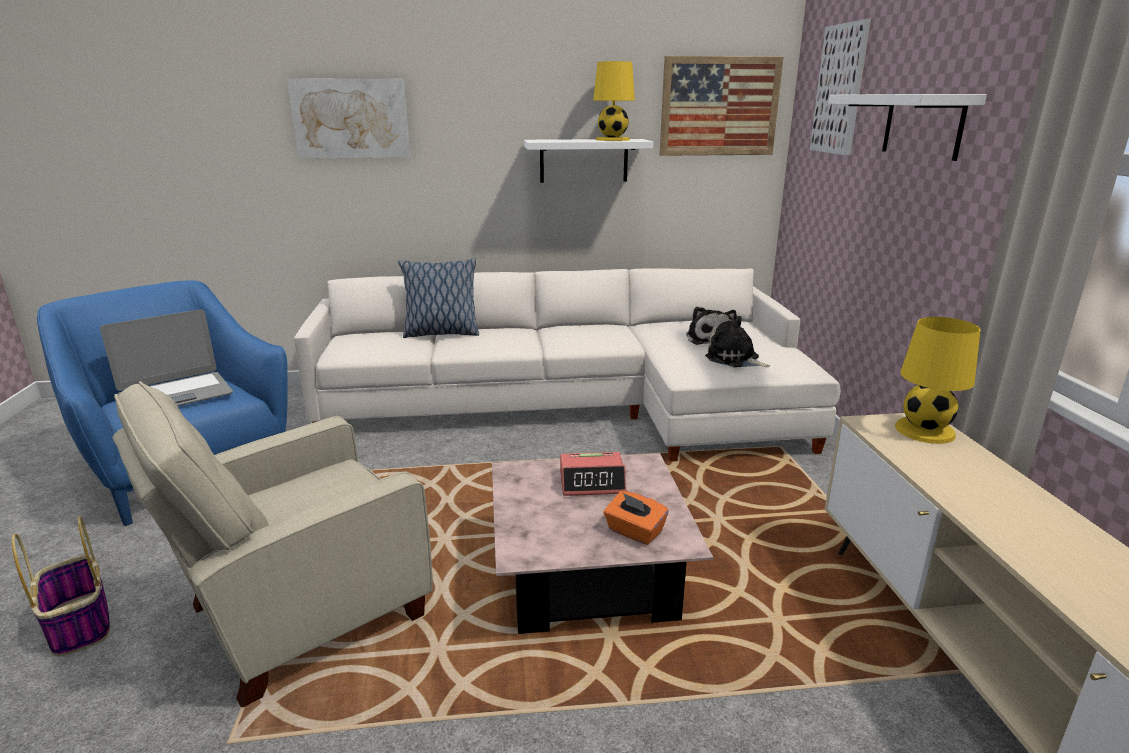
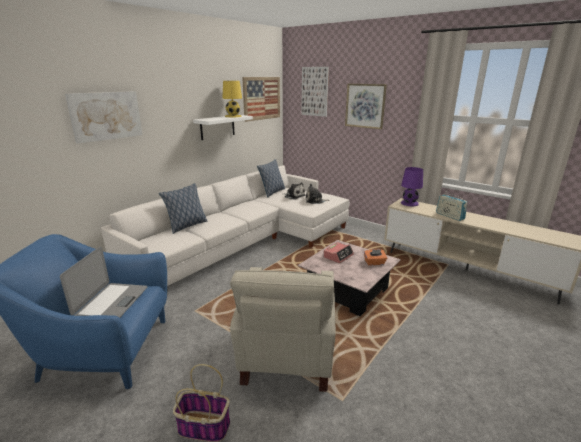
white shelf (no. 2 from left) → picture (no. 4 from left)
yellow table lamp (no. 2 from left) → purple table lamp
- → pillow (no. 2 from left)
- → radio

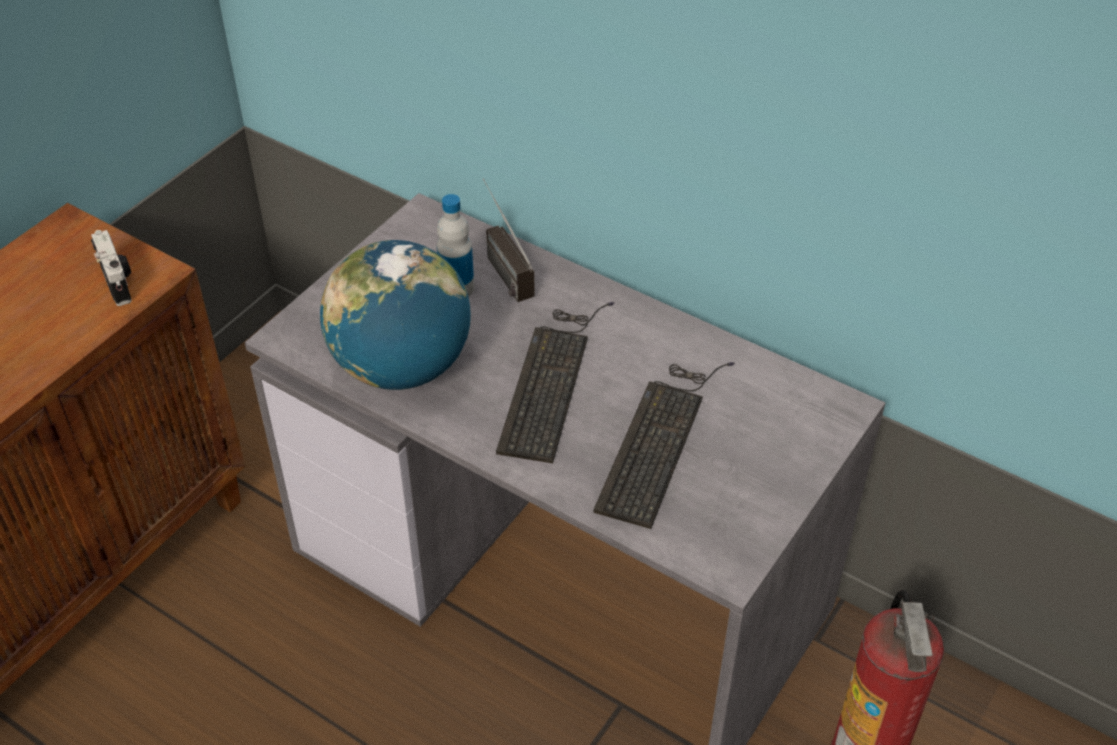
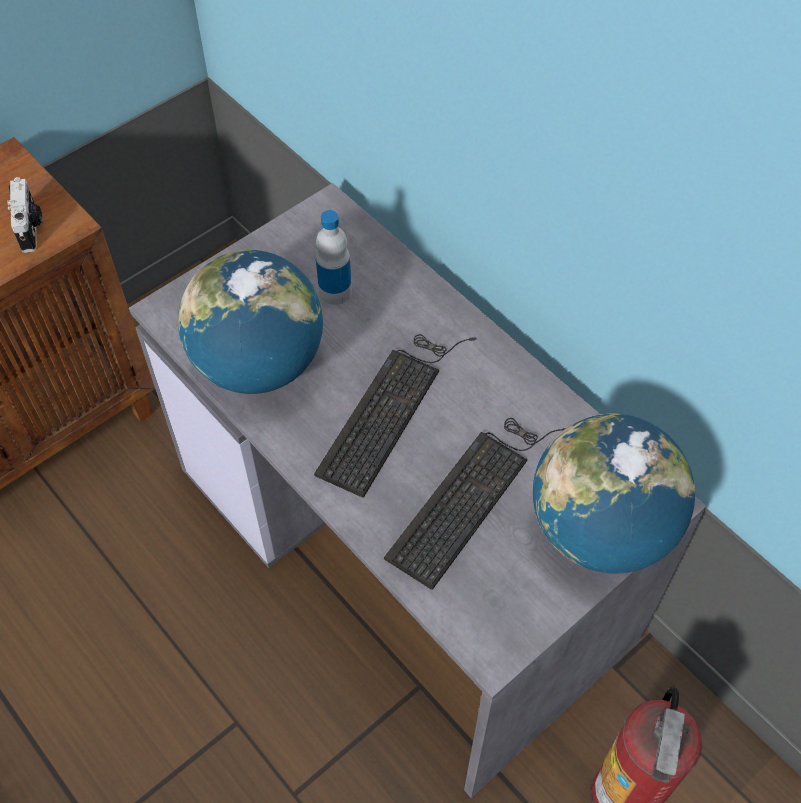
radio → -
- → globe (no. 2 from left)

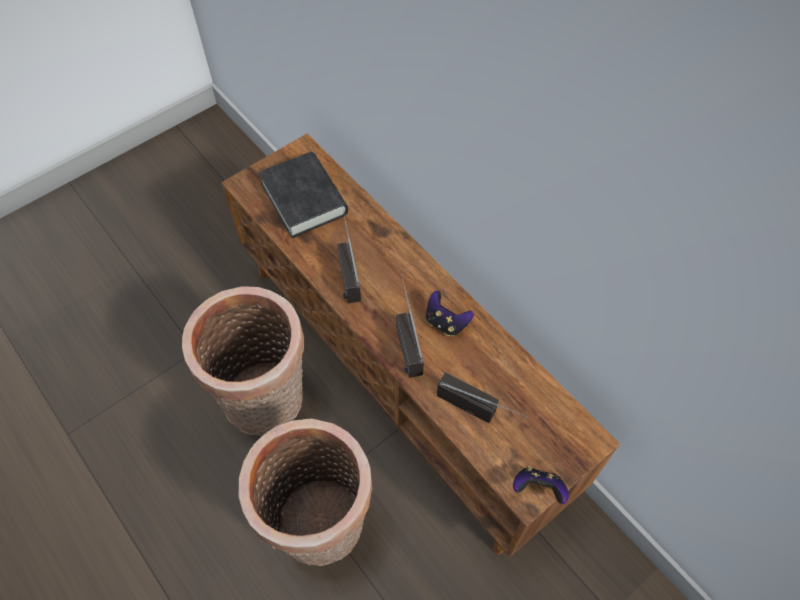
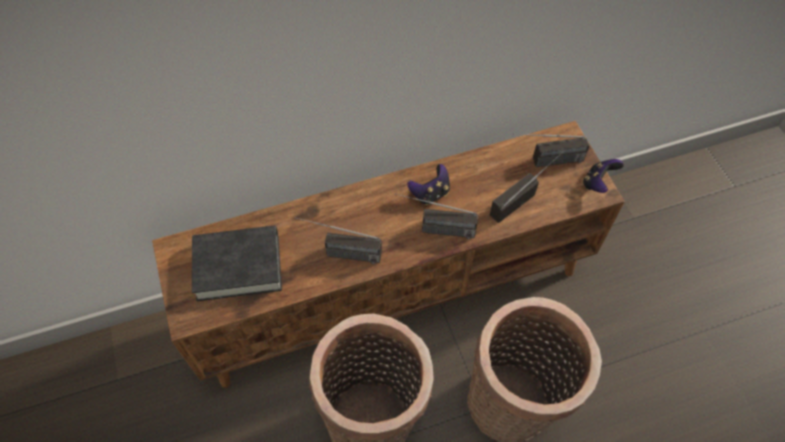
- → radio (no. 4 from left)

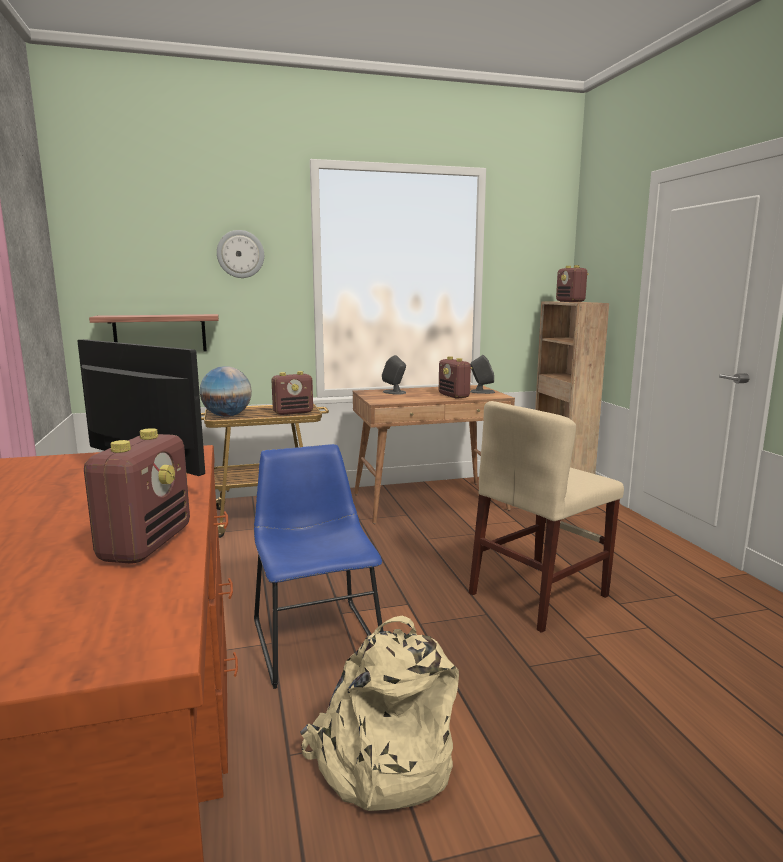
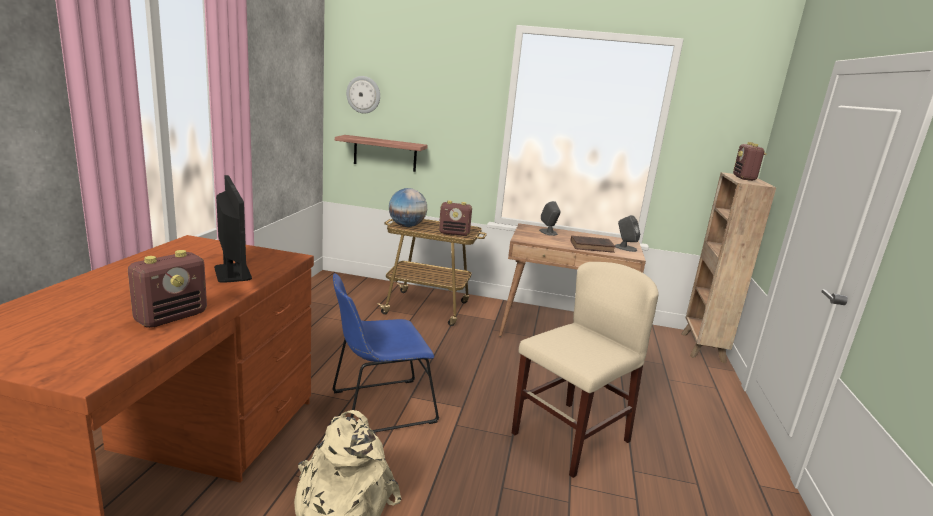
wall clock, shifted
blue chair, 120 degrees counterclockwise
radio (no. 3 from left) → brown book
beige chair, 150 degrees clockwise

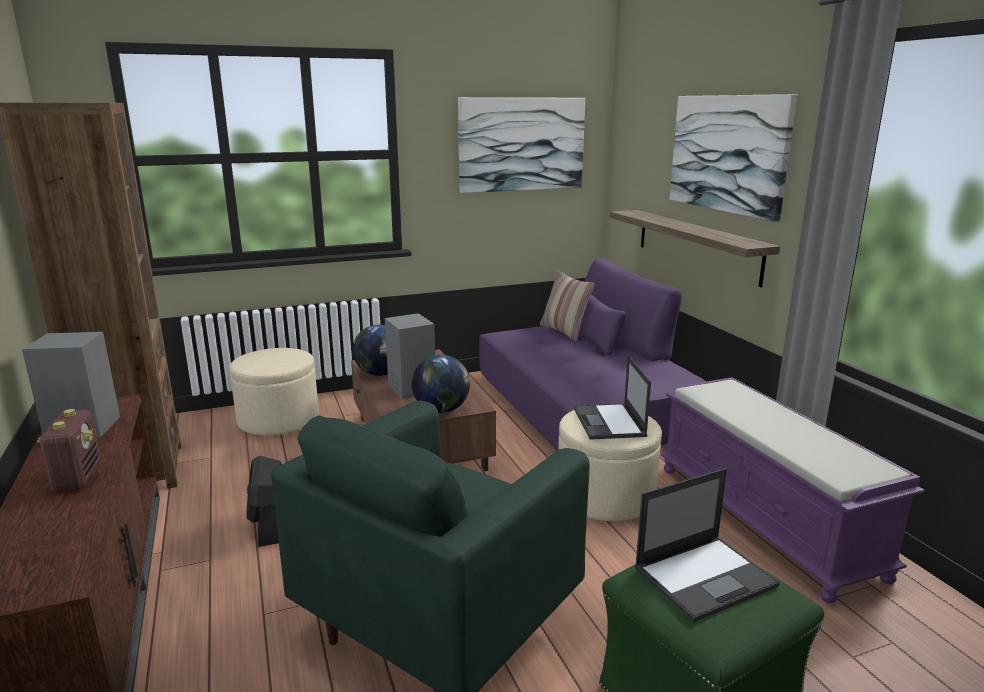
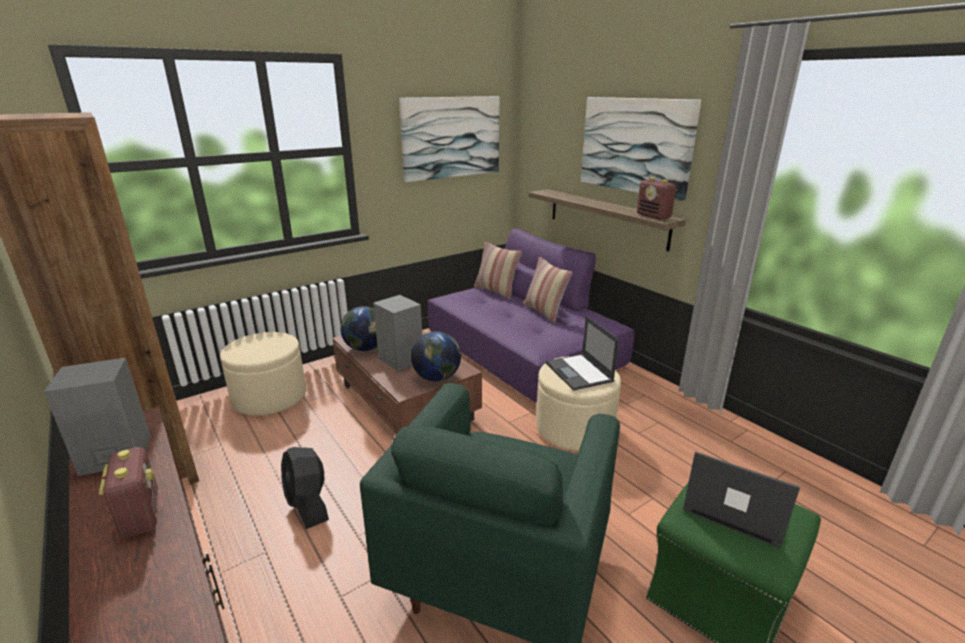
laptop (no. 2 from left), 105 degrees counterclockwise
purple bench → -
- → pillow (no. 2 from left)
- → radio (no. 2 from left)

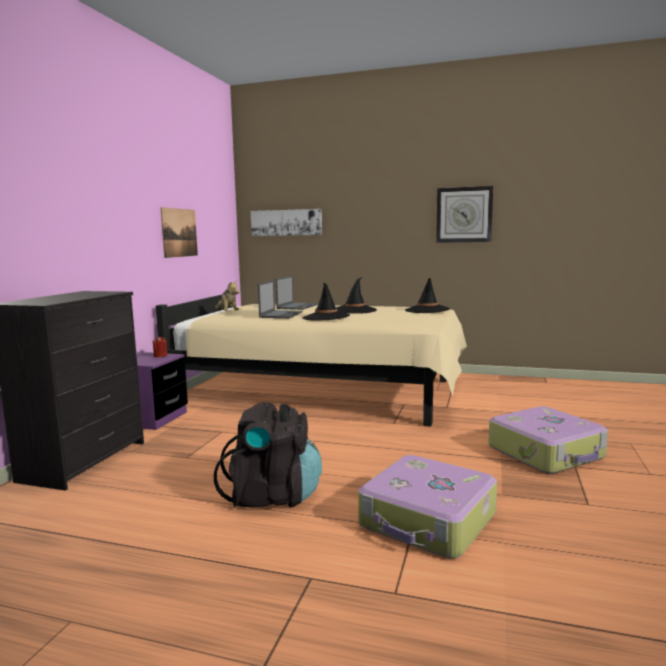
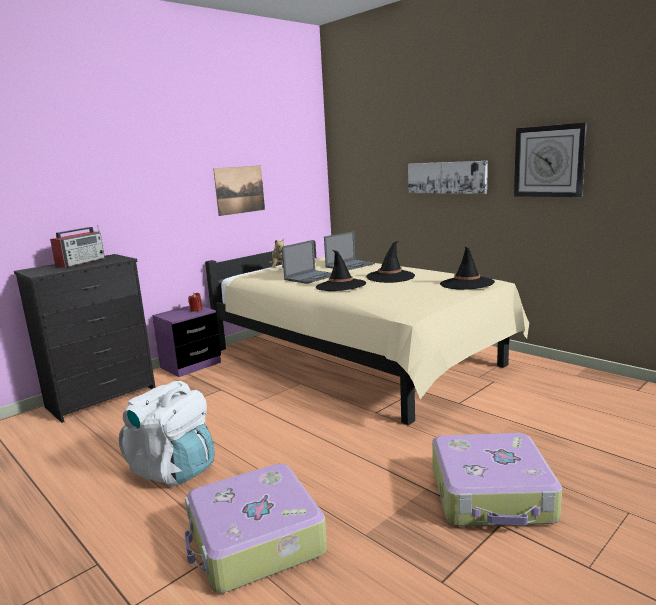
black backpack → white backpack
picture (no. 2 from left), shifted
- → radio

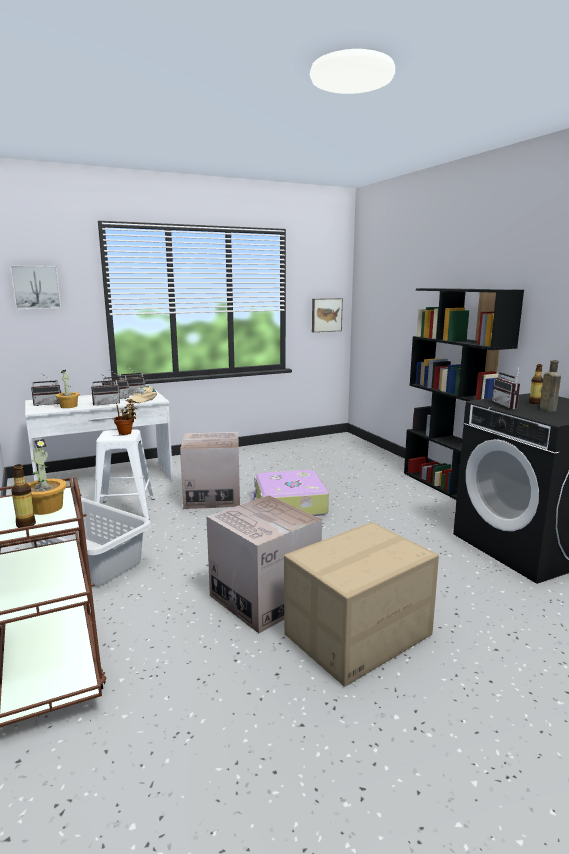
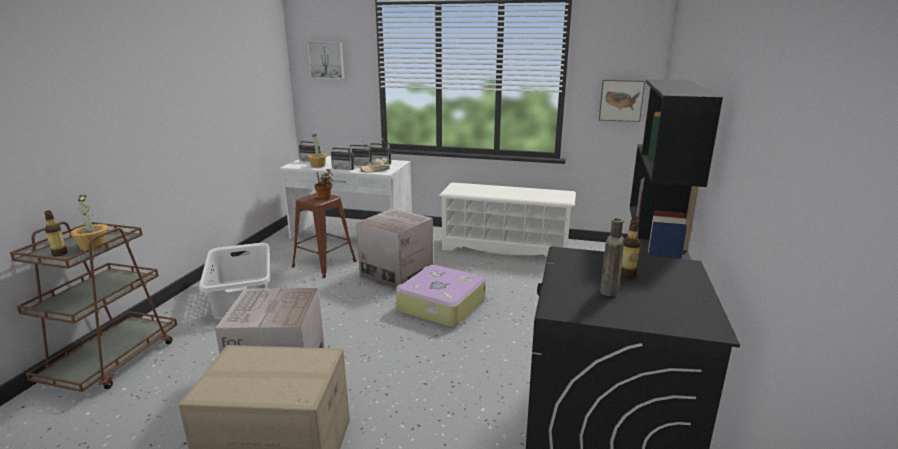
white stool → brown stool
radio (no. 5 from left) → -
- → white shoe rack

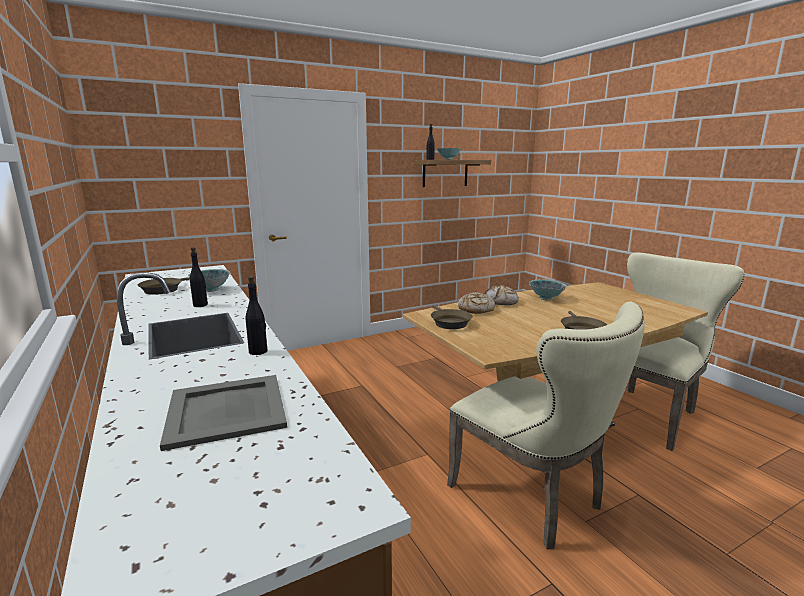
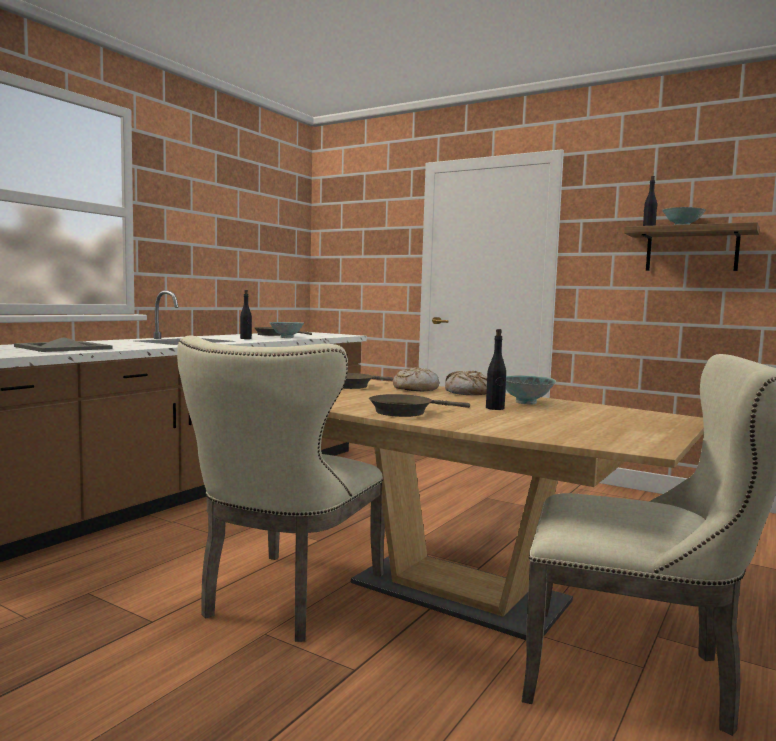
black bottle (no. 2 from left), shifted

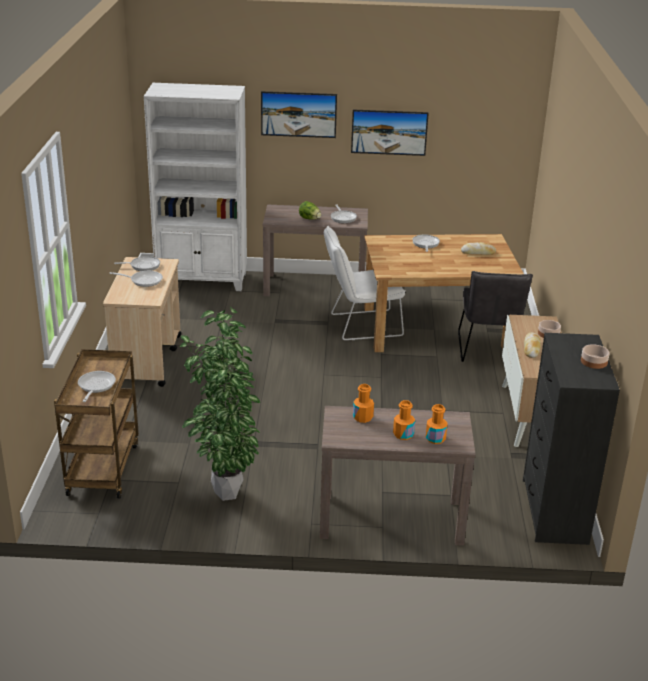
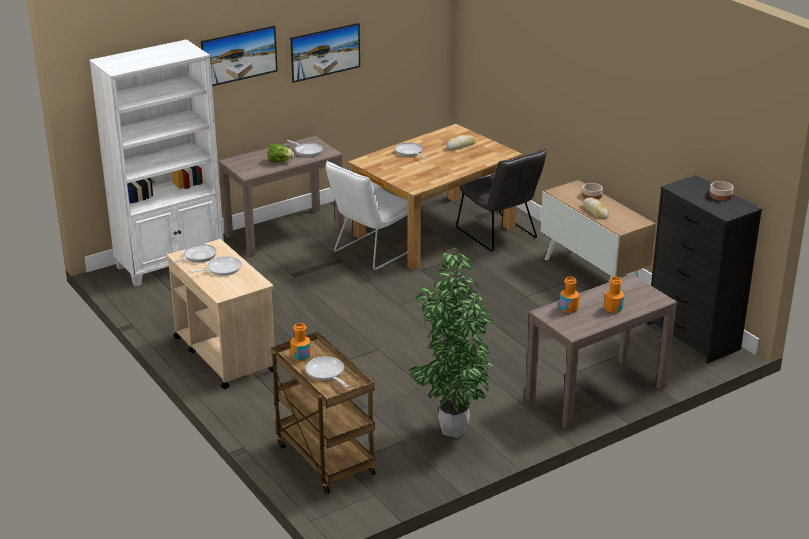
orange bottle (no. 3 from left in the first image) → orange bottle (no. 1 from left), shifted

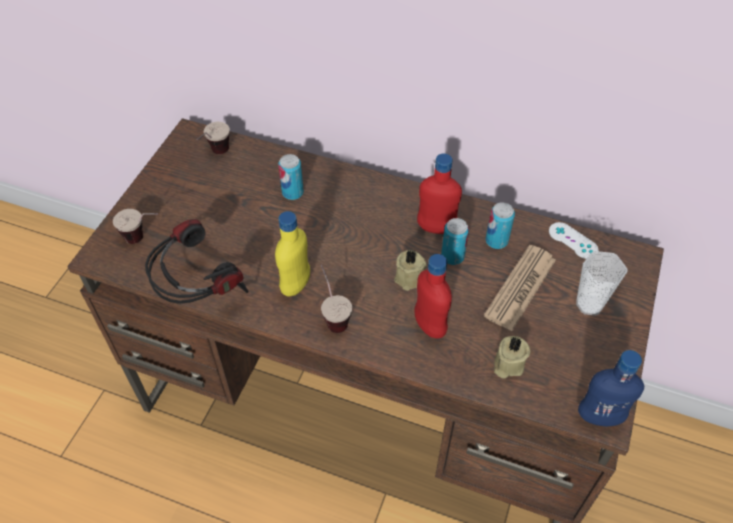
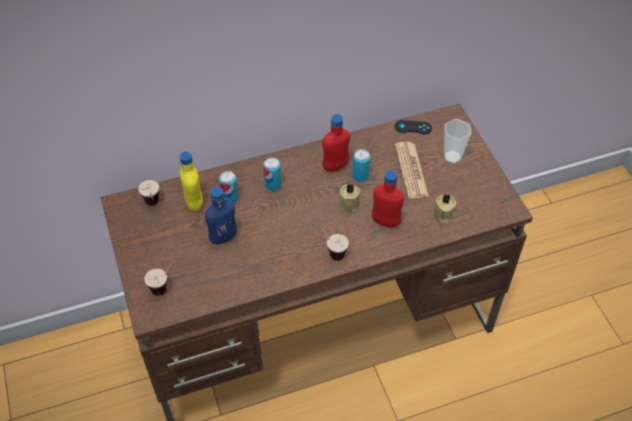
headphones → -
yellow bottle, shifted
can (no. 3 from left in the first image) → can (no. 2 from left), shifted
white game controller → black game controller
blue bottle, shifted

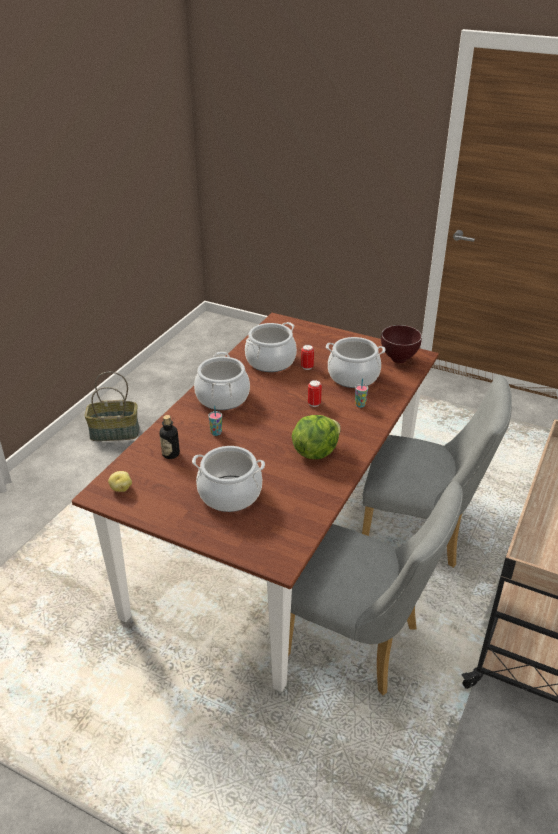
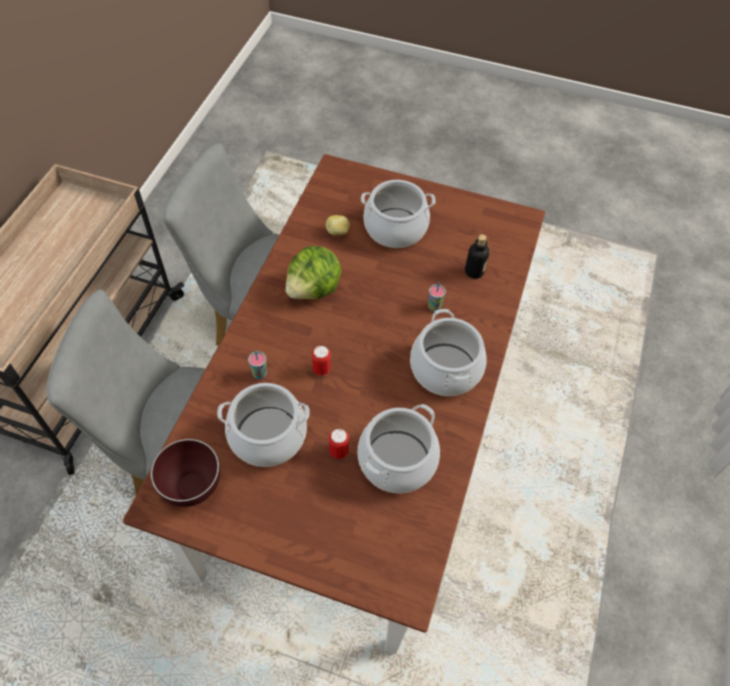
basket → -
potato, shifted

